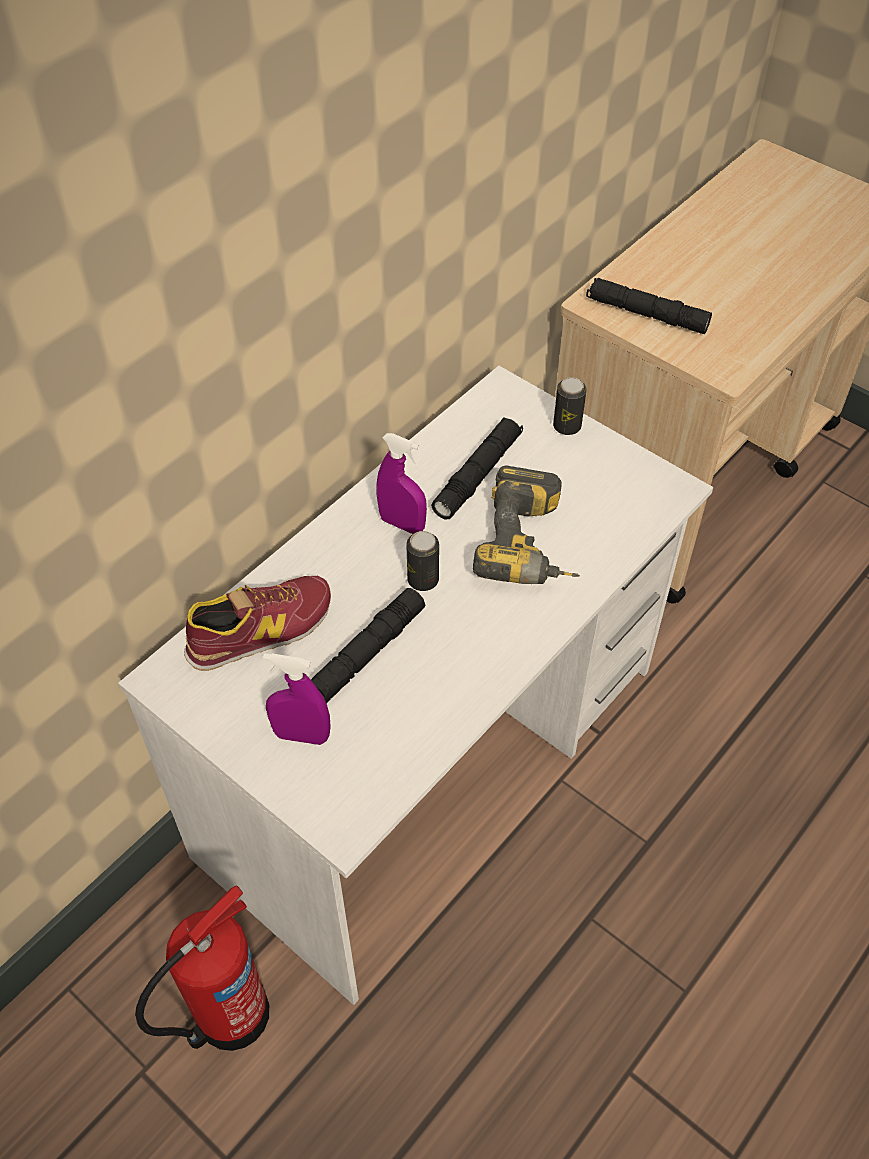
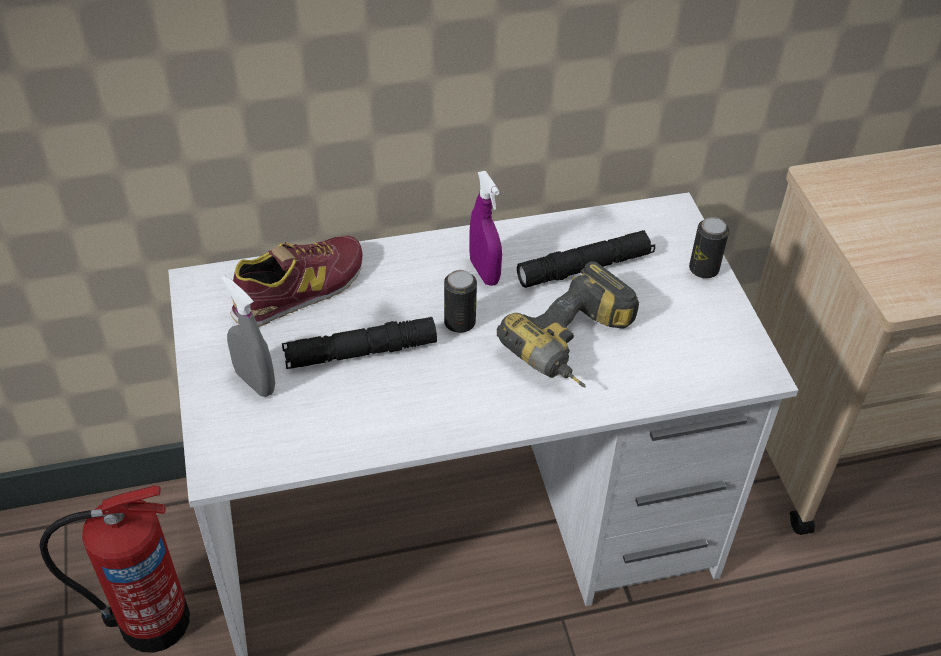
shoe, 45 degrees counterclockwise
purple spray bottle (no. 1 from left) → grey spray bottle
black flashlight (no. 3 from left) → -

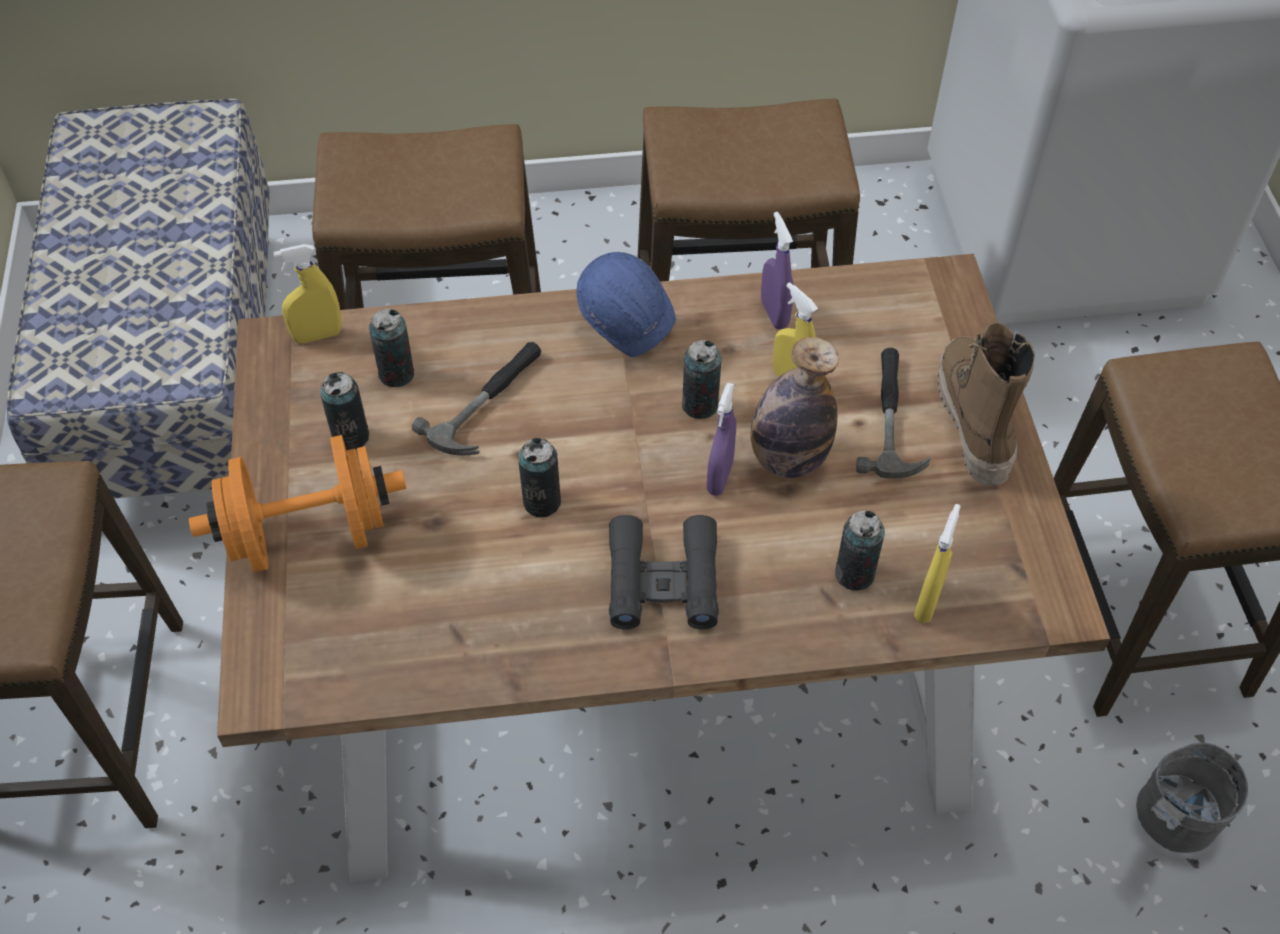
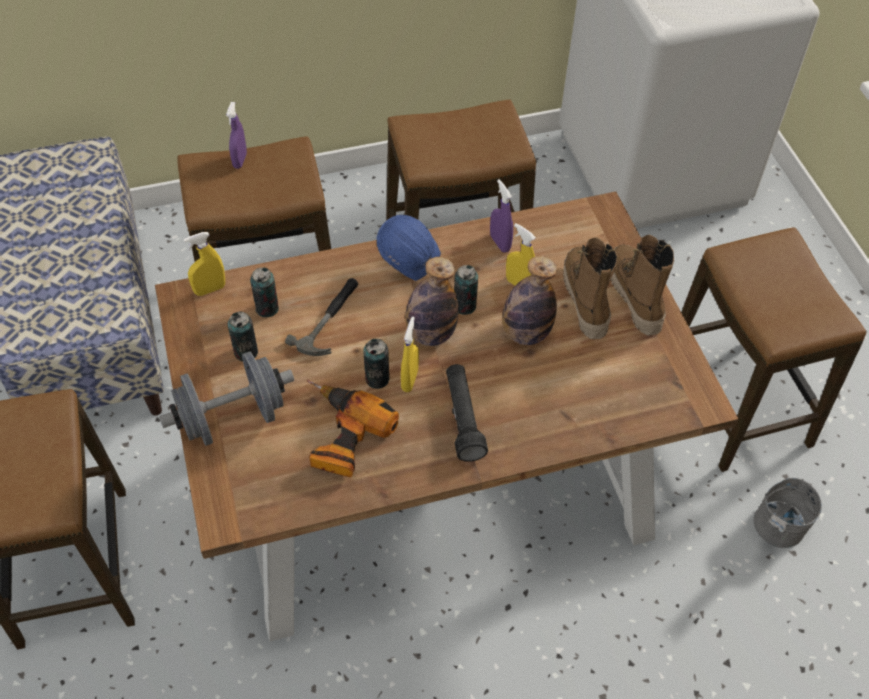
orange dumbbell → grey dumbbell
black binoculars → black flashlight
purple spray bottle (no. 1 from left), shifted
can (no. 5 from left) → -
hammer (no. 2 from left) → boot (no. 1 from left)
yellow spray bottle (no. 3 from left in the first image) → yellow spray bottle (no. 2 from left), shifted
- → power drill
- → bottle (no. 1 from left)

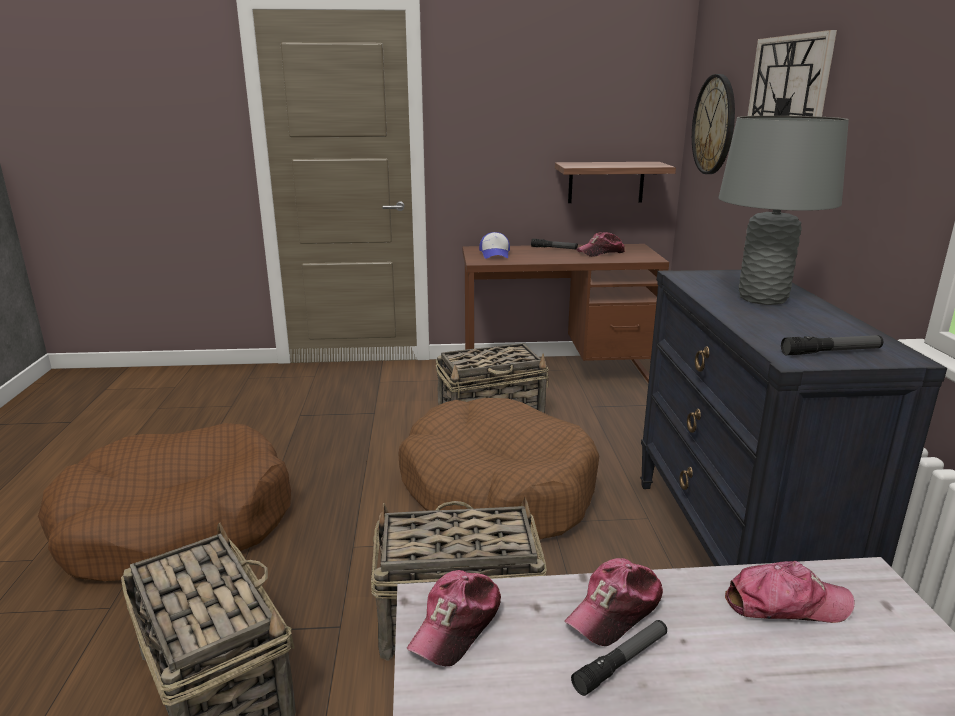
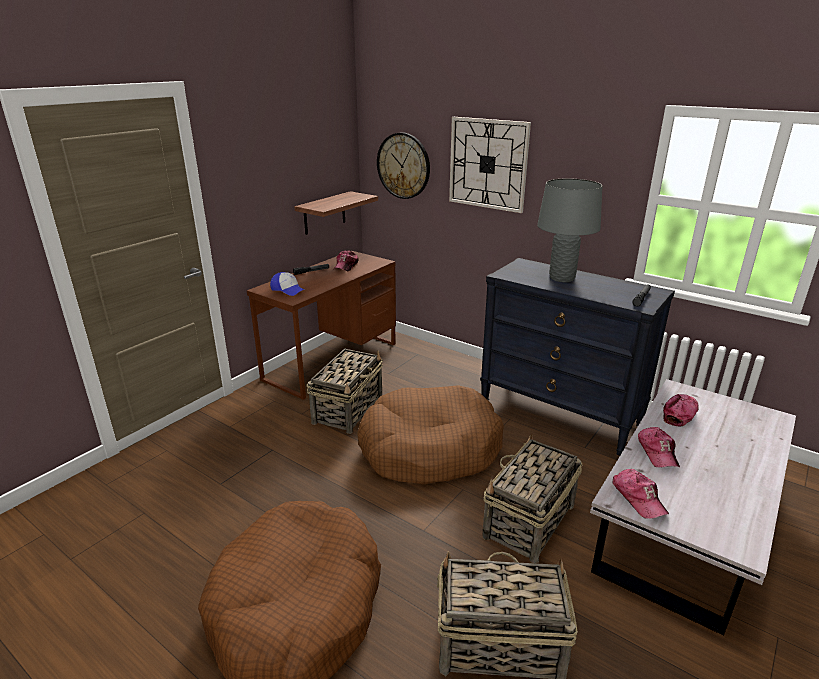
flashlight (no. 2 from left) → -

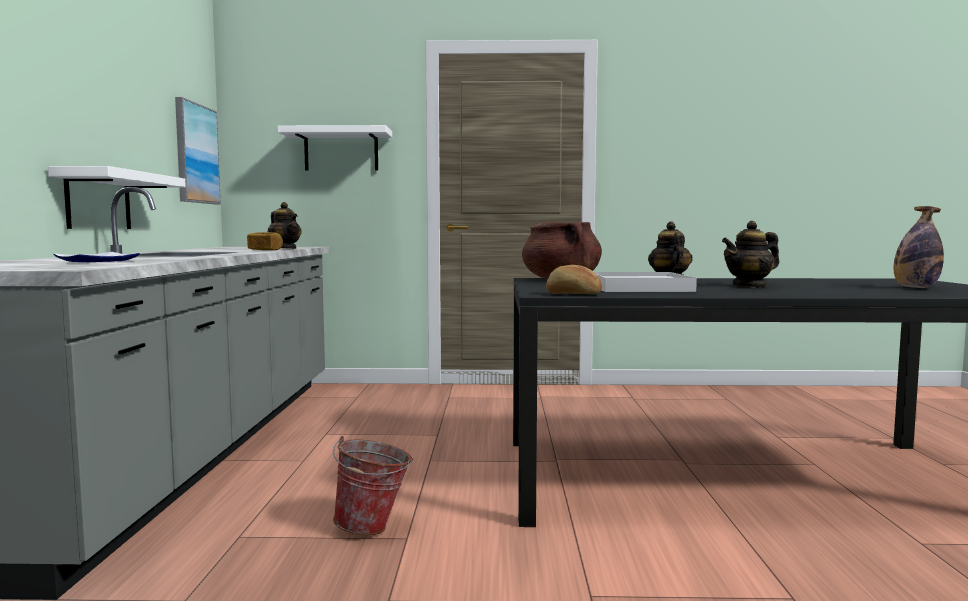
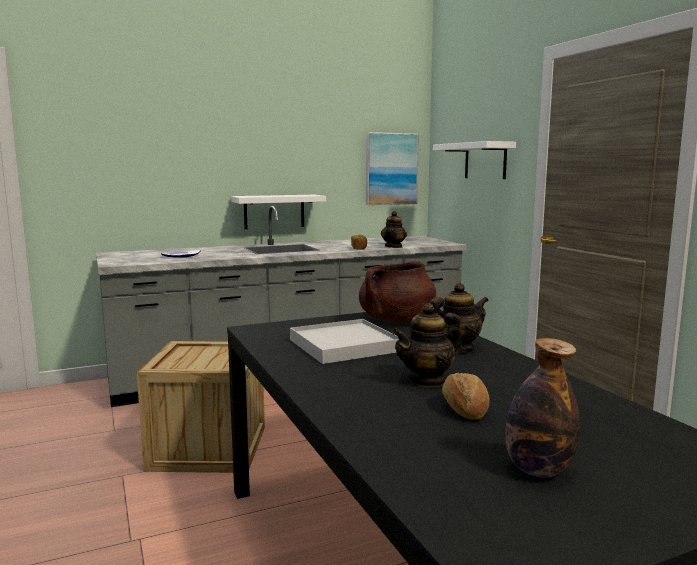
bucket → crate
bread (no. 2 from left), shifted
teapot (no. 3 from left in the first image) → teapot (no. 2 from left), 75 degrees counterclockwise

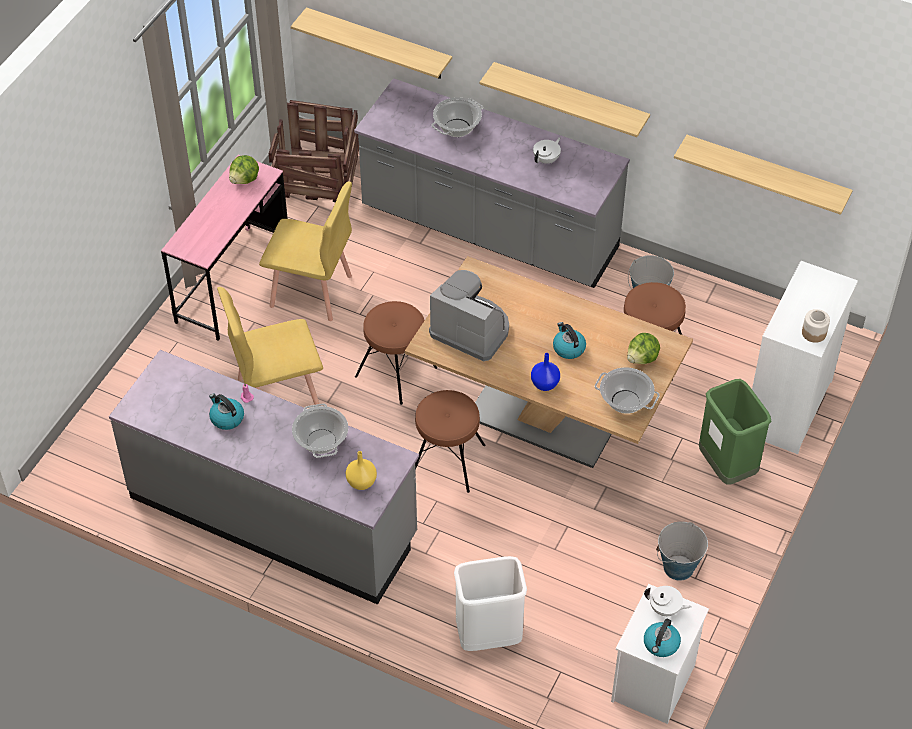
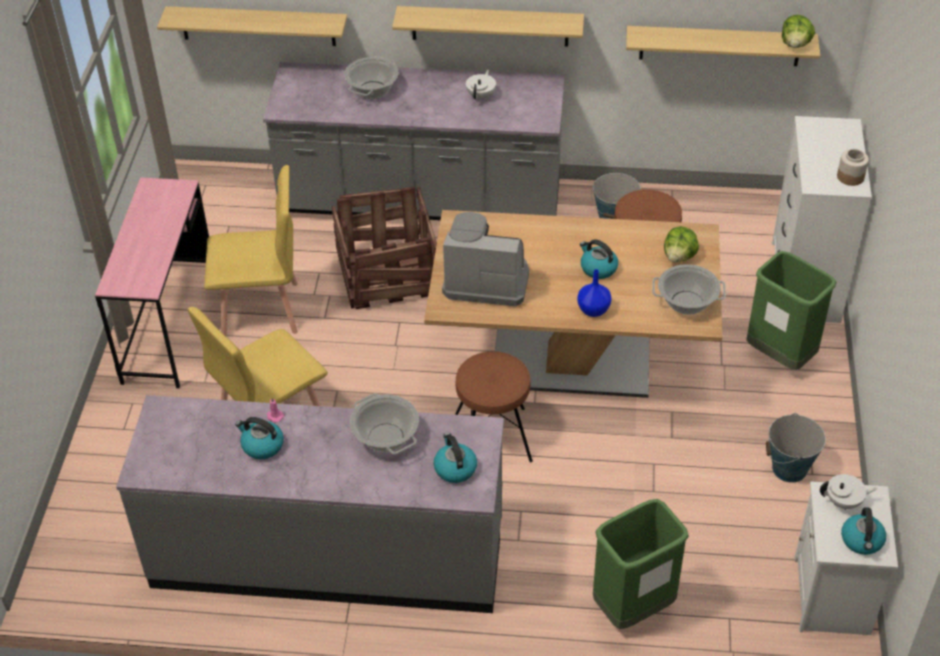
lettuce (no. 1 from left in the first image) → lettuce (no. 2 from left), shifted
crate, shifted
yellow vase → kettle (no. 2 from left)
brown stool (no. 1 from left) → -
white trash can → green trash can (no. 1 from left)

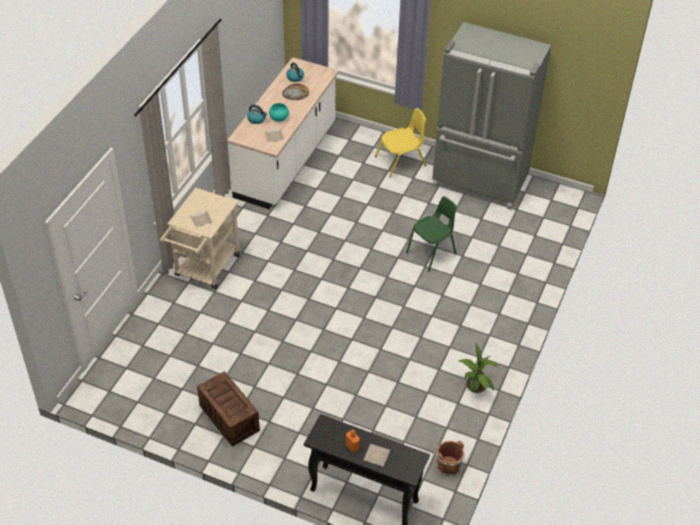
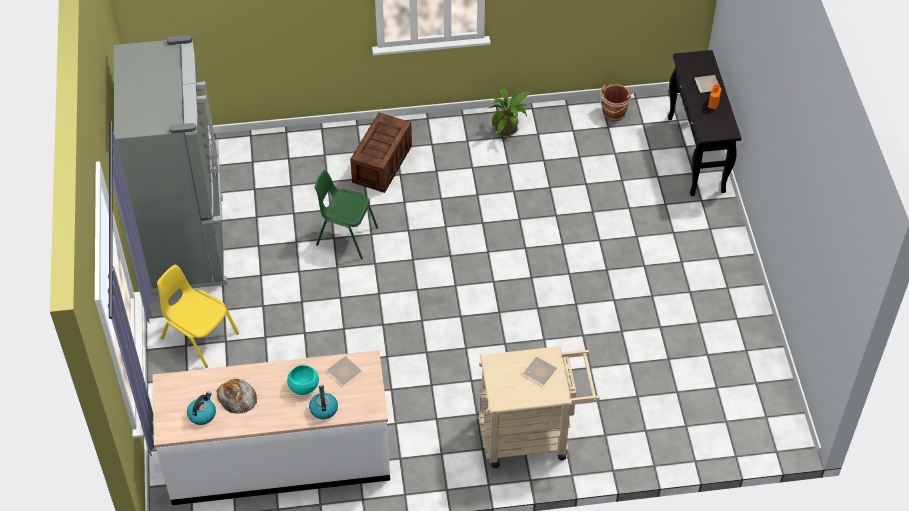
crate, shifted

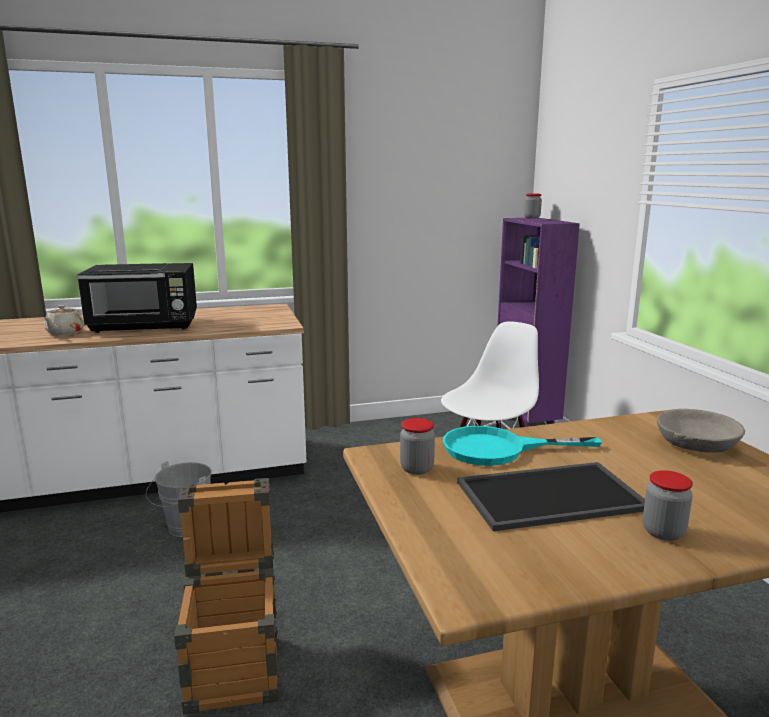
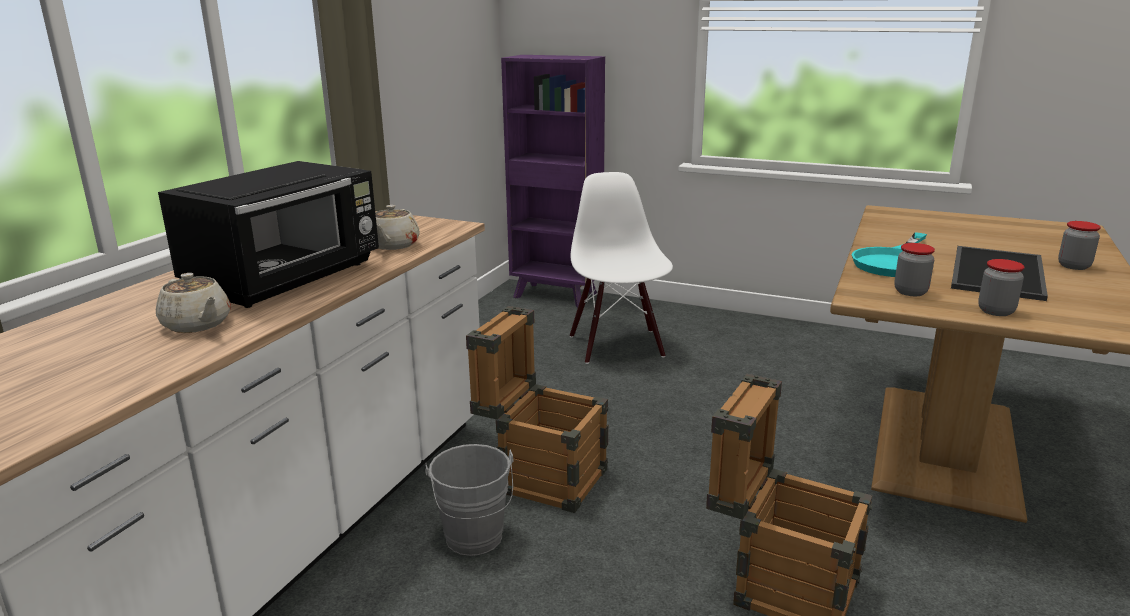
jar (no. 2 from left), shifted
grey bowl → -
- → beige teapot (no. 2 from left)
- → crate (no. 1 from left)

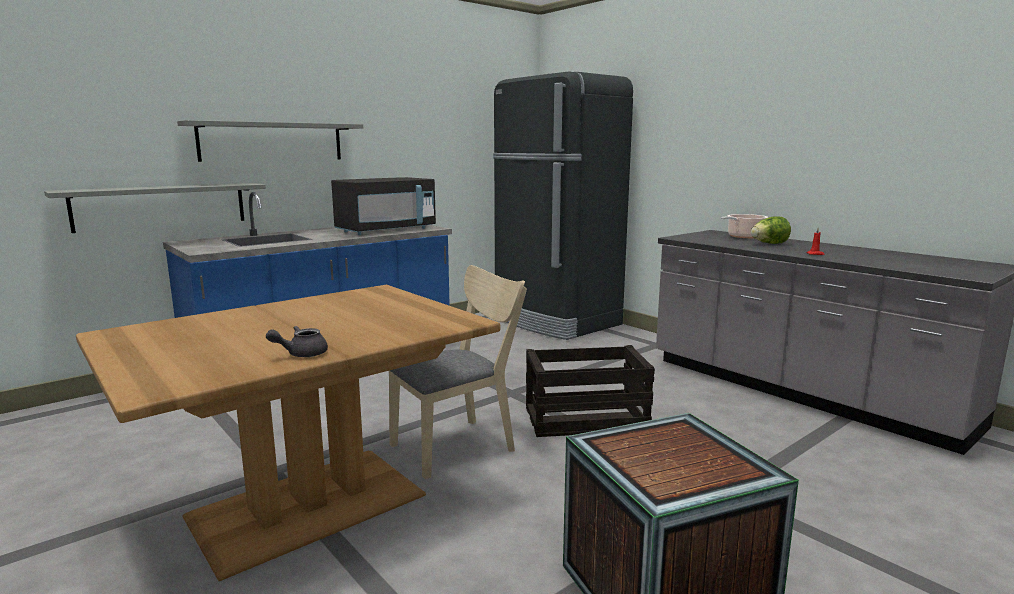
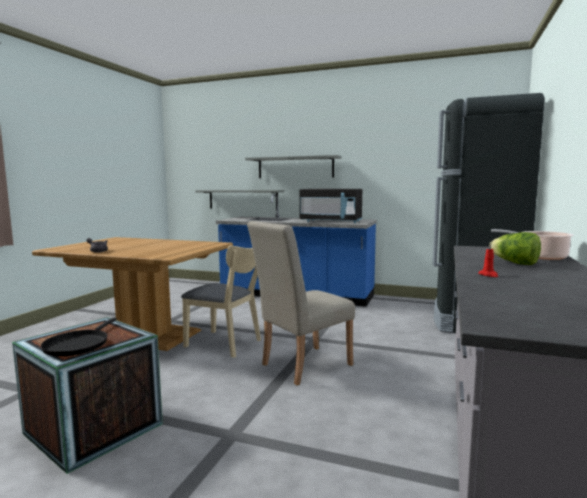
crate (no. 1 from left) → beige chair (no. 2 from left)
- → black frying pan

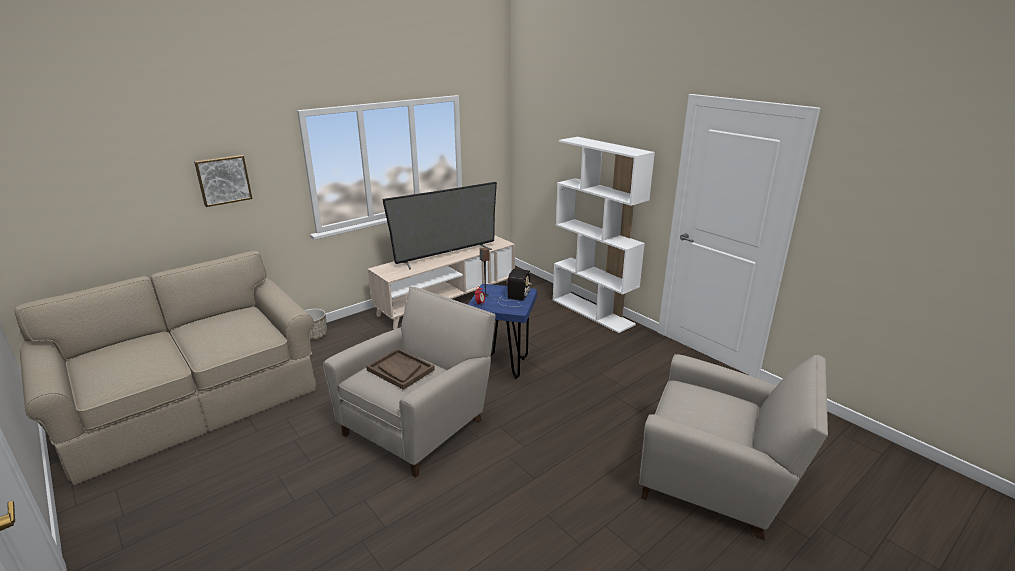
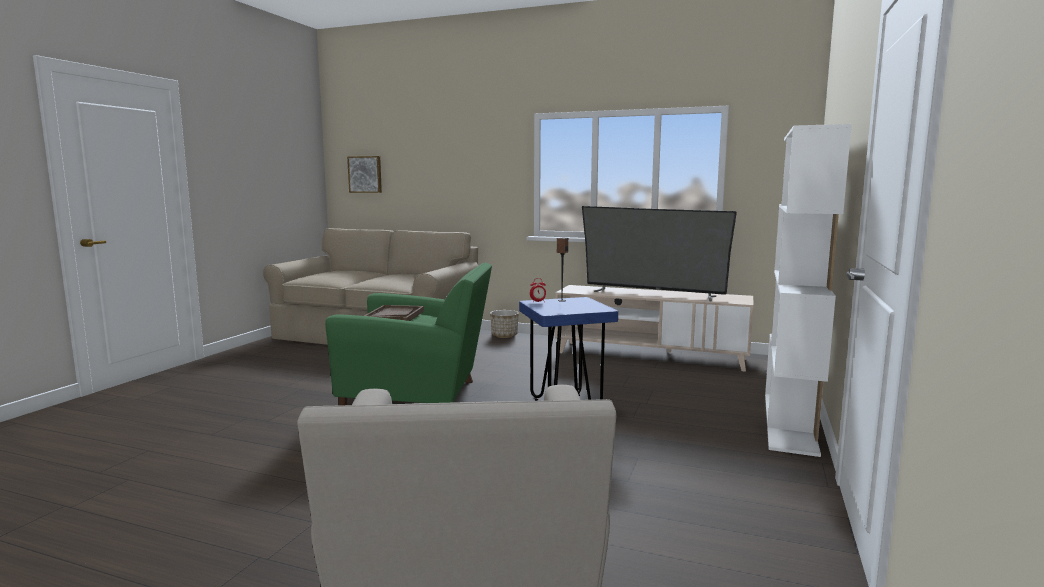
picture, shifted
beige armchair (no. 1 from left) → green armchair
radio → -

